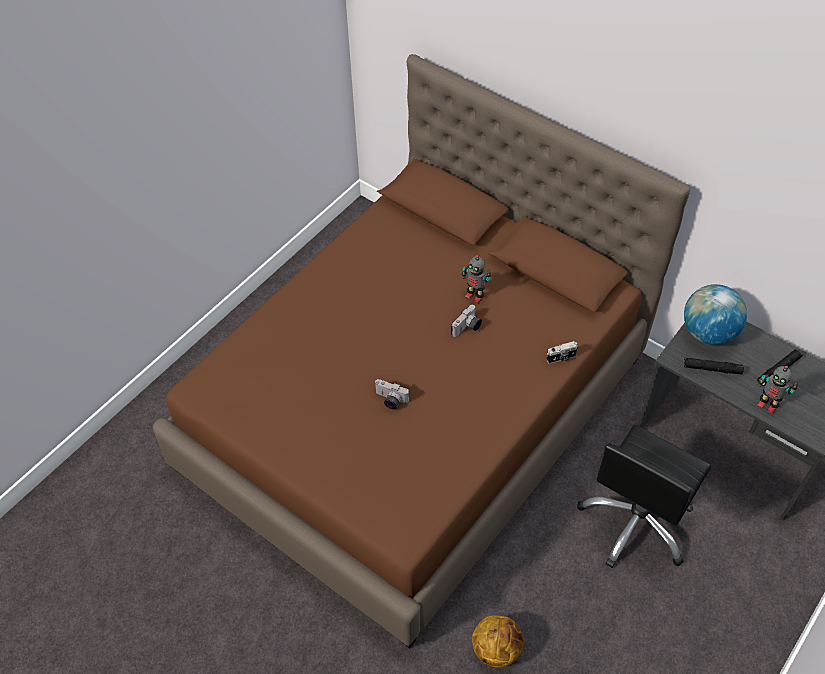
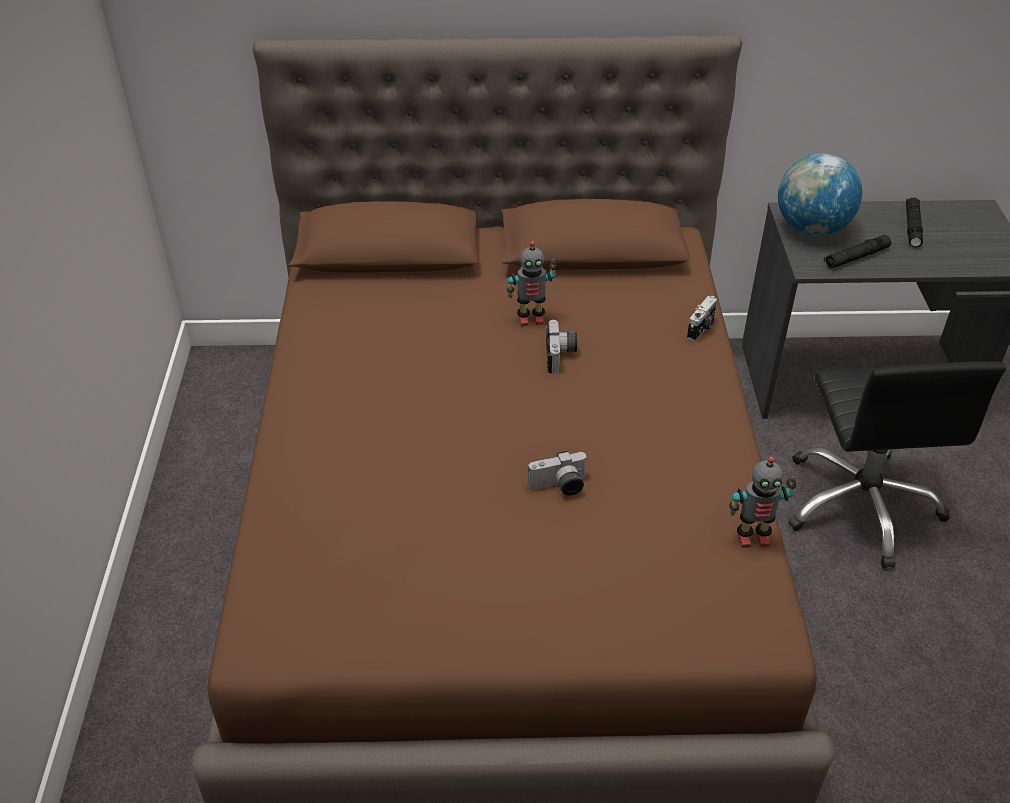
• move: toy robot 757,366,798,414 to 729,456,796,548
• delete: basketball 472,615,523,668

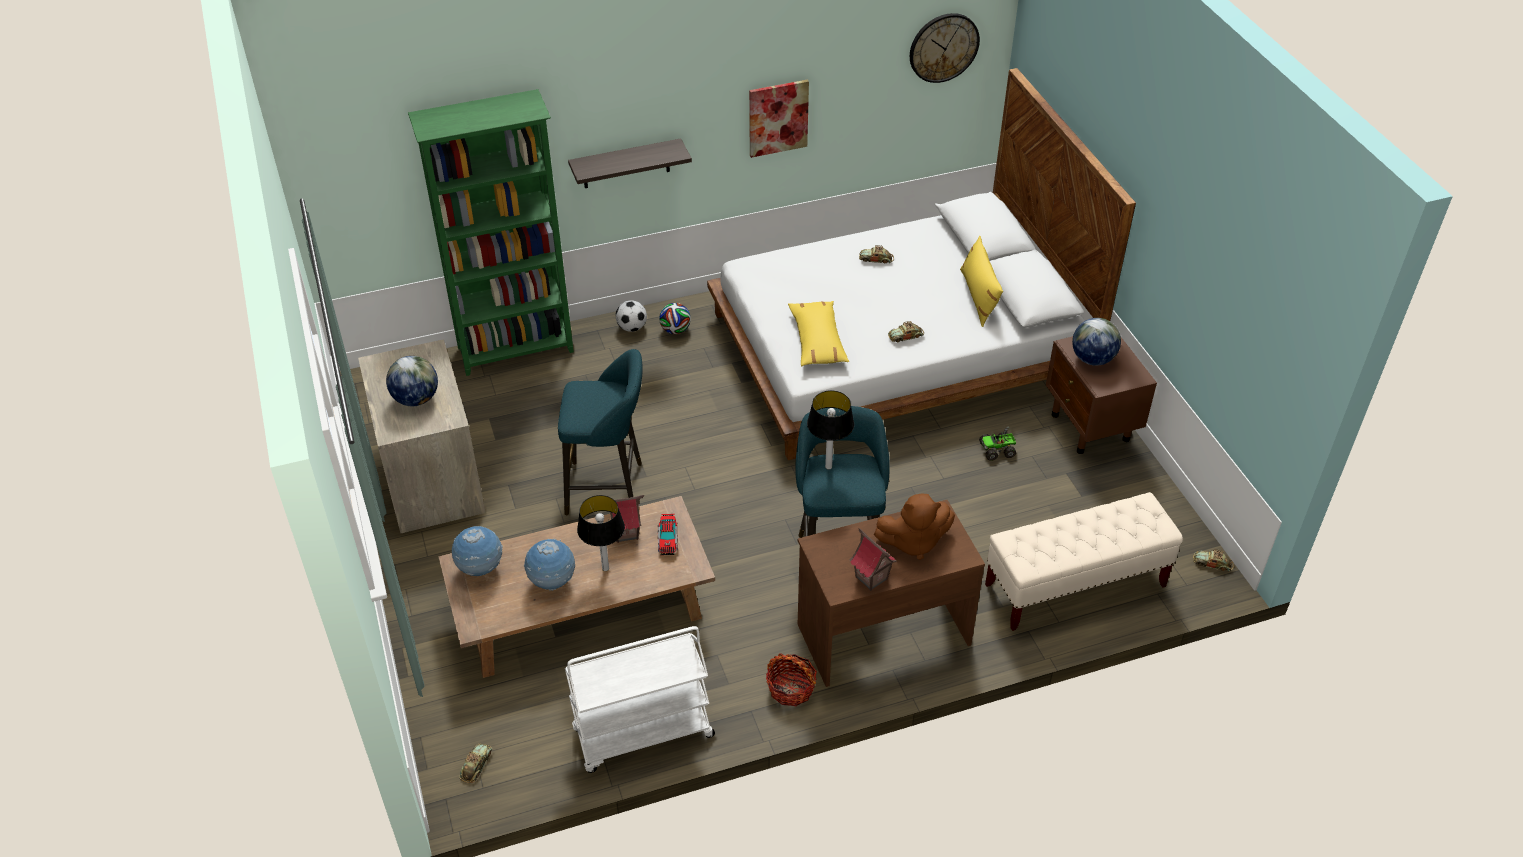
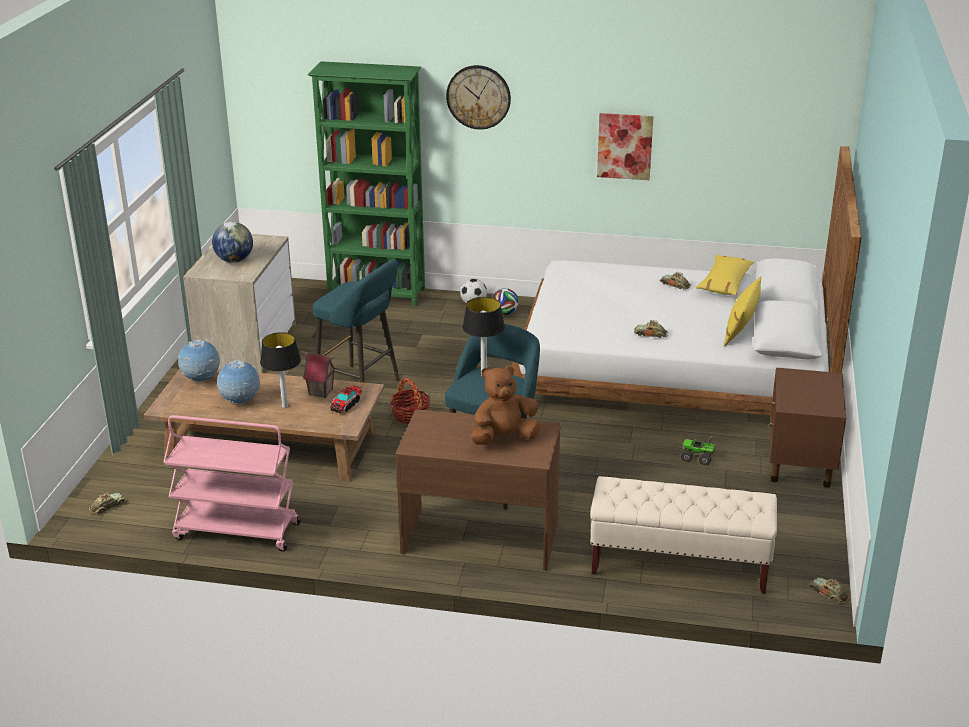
• recolor: cart (white) 565,626,715,773 to cart (pink) 163,415,301,551
• move: basket 766,653,817,706 to 391,378,430,424
• move: wall clock 910,13,980,83 to 446,65,511,130
• rotate: plush toy (brown) 874,493,955,560 = 471,365,540,445 135 degrees clockwise
• move: pillow (yellow) 788,301,849,366 to 696,255,754,295
• delete: shelf 568,138,692,188
• delete: toy house 850,528,896,591
• delete: globe 1072,318,1121,366

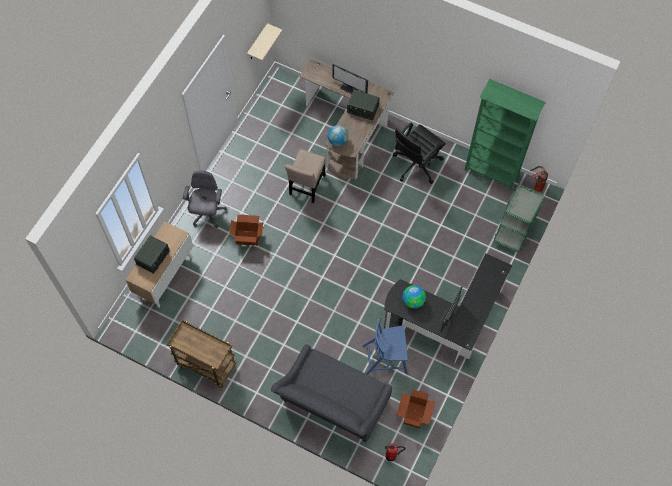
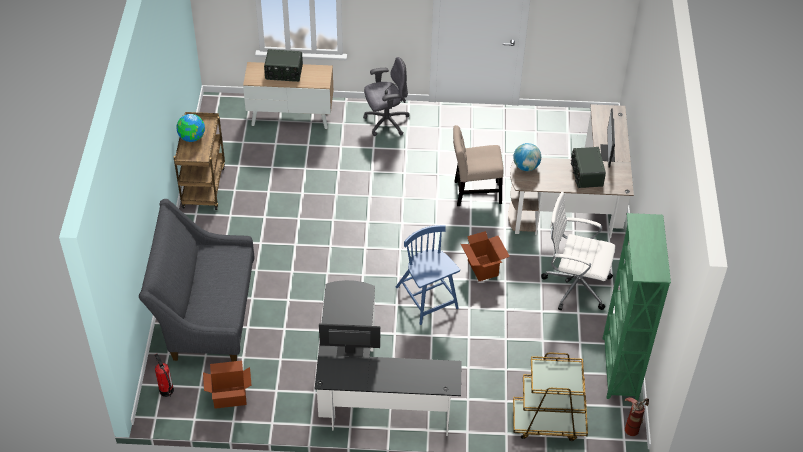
• move: globe 403,285,426,308 to 176,114,205,142
• move: chair (blue) 363,318,408,375 to 396,225,460,325
• move: cardboard box 229,214,263,246 to 461,231,510,281
• recolor: cart (green) 494,184,544,253 to cart (brown) 513,352,588,441
• recolor: office chair (black) 393,123,446,184 to office chair (white) 541,192,615,310
• delete: shelf (beige) 247,23,283,61

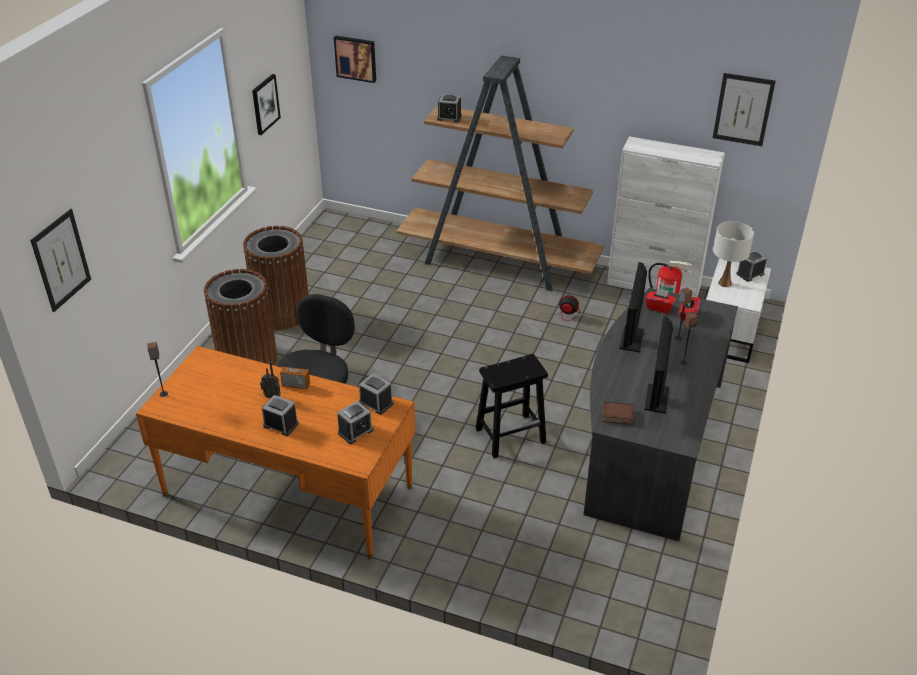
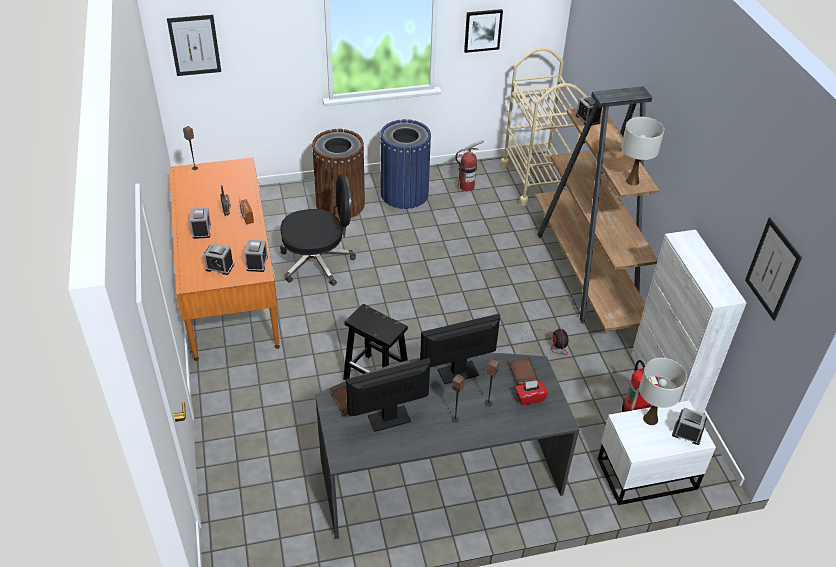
• recolor: trash can (brown) 243,226,309,330 to trash can (blue) 380,119,431,209
• insert: fire extinguisher 455,140,484,191
• insert: cart (beige) 501,48,587,206
• replace: tissue box (red) 646,288,676,314 to book 510,358,538,386
• insert: table lamp (white) 621,117,664,186
• delete: picture 334,36,376,83

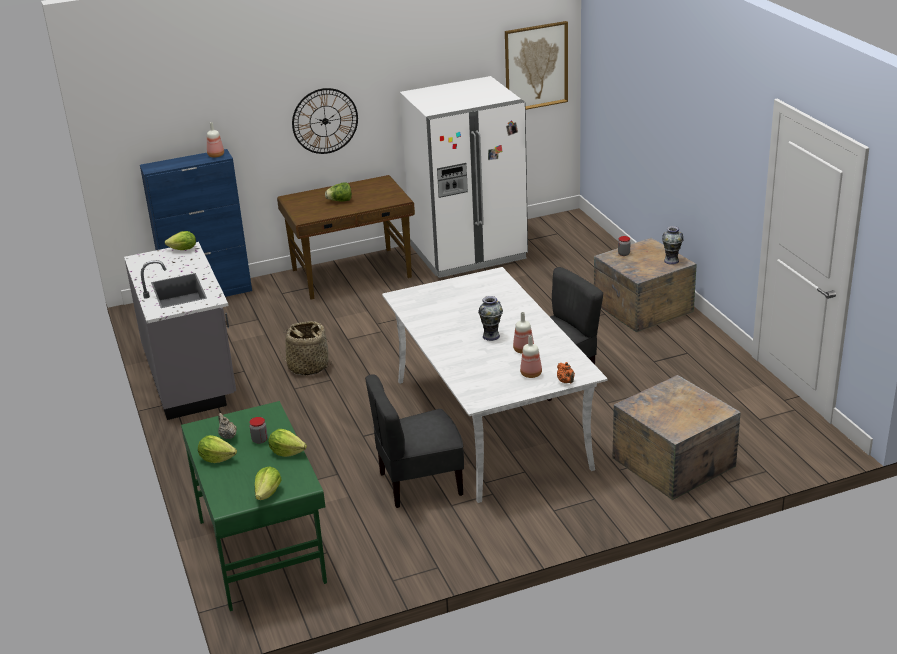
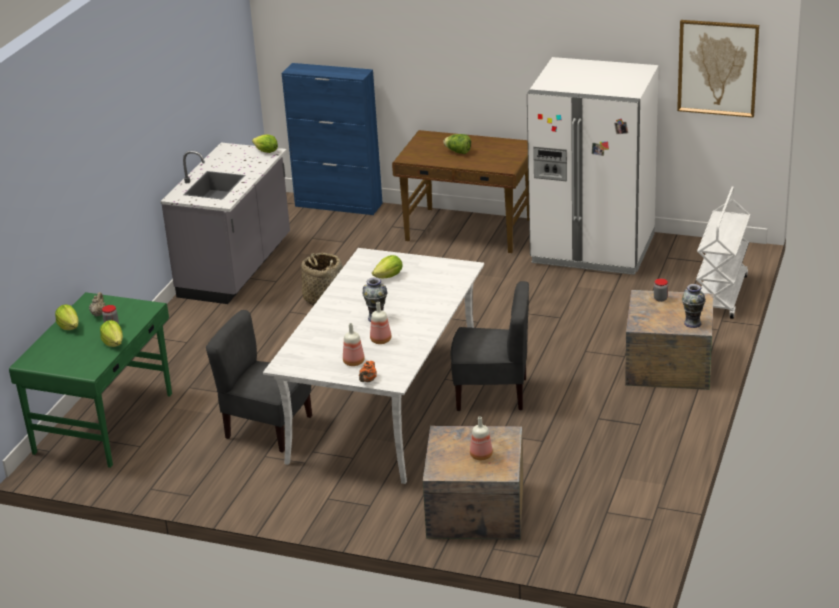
• move: lettuce 255,467,282,500 to 372,255,403,279
• move: bottle 207,122,224,158 to 470,416,493,460
• insert: cart (white) 696,187,750,319
• delete: wall clock 292,88,358,154

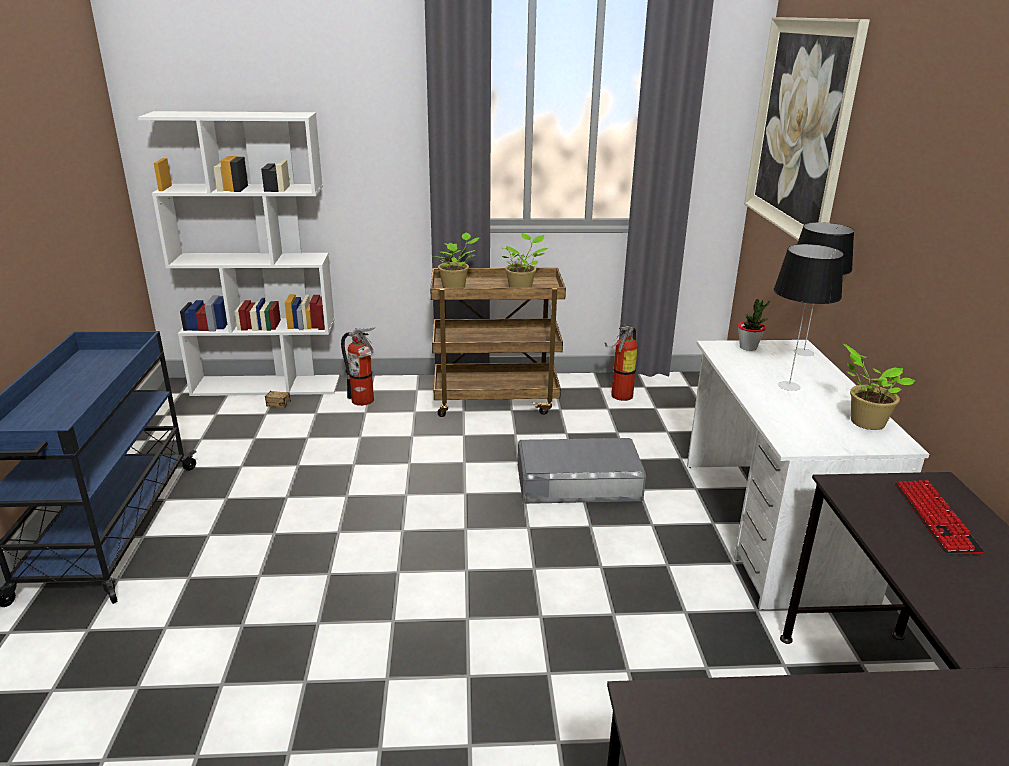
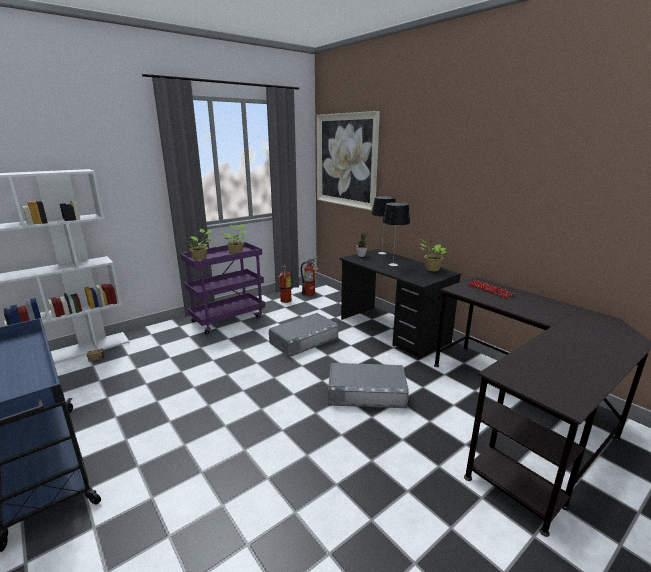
• recolor: cart (brown) 430,267,566,417 to cart (purple) 180,242,265,335
• move: fire extinguisher 341,328,374,406 to 301,257,320,296
• insert: storage box (grey) 328,363,409,408
• recolor: desk (white) 687,340,929,610 to desk (black) 340,249,461,360

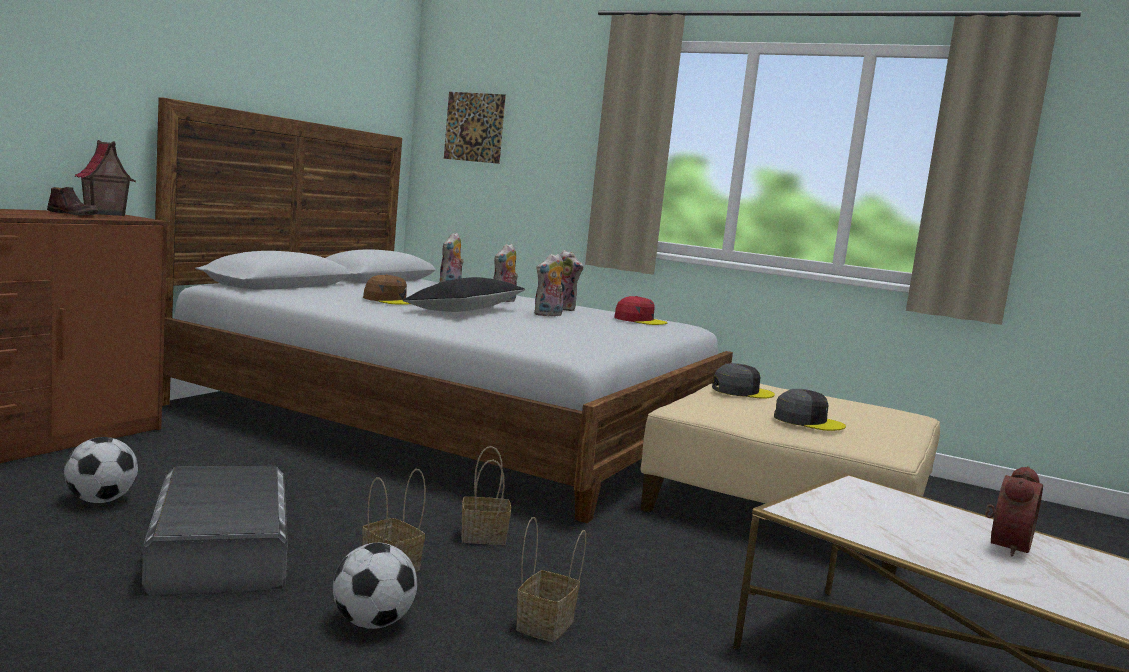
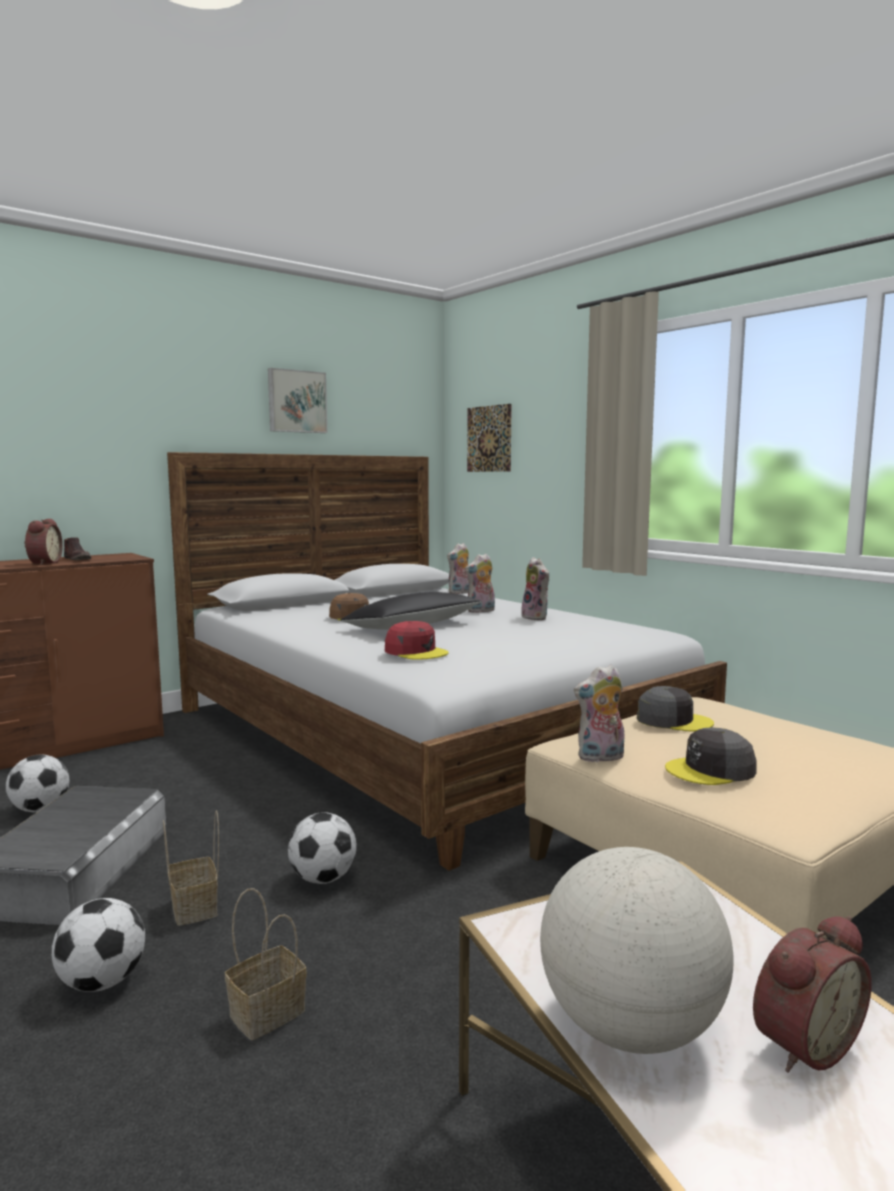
• insert: alarm clock 24,519,63,565
• insert: picture 268,368,327,433
• replace: basket 461,446,511,545 to football 288,812,357,884
• move: cap (red) 614,296,668,325 to 385,621,449,660
• insert: globe 540,847,733,1054
• move: plush toy 534,254,564,316 to 574,665,624,763
• rotate: cap (grey) 774,389,846,431 = 665,727,756,785 120 degrees clockwise
• delete: toy house 74,140,136,216

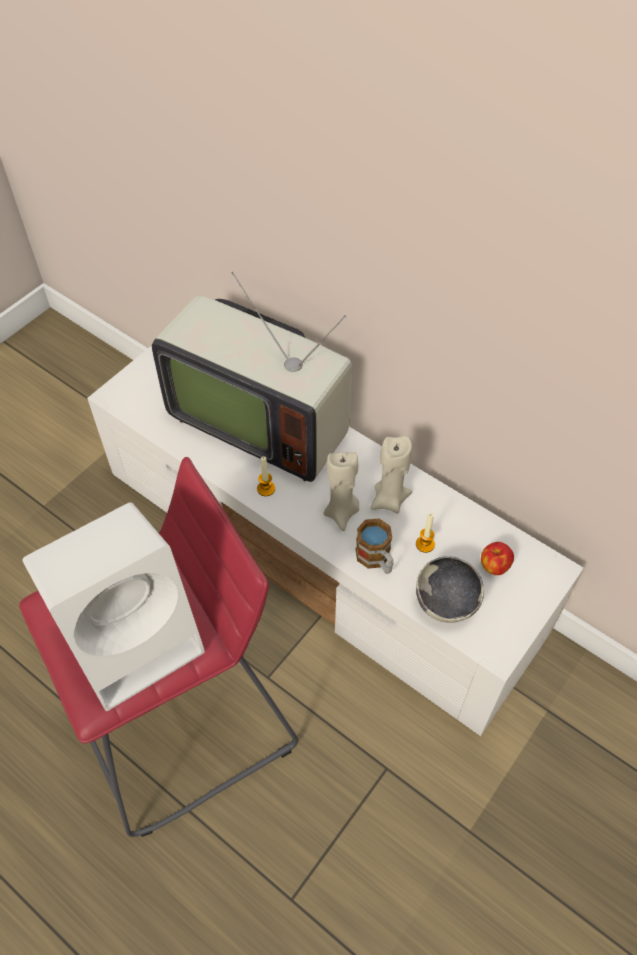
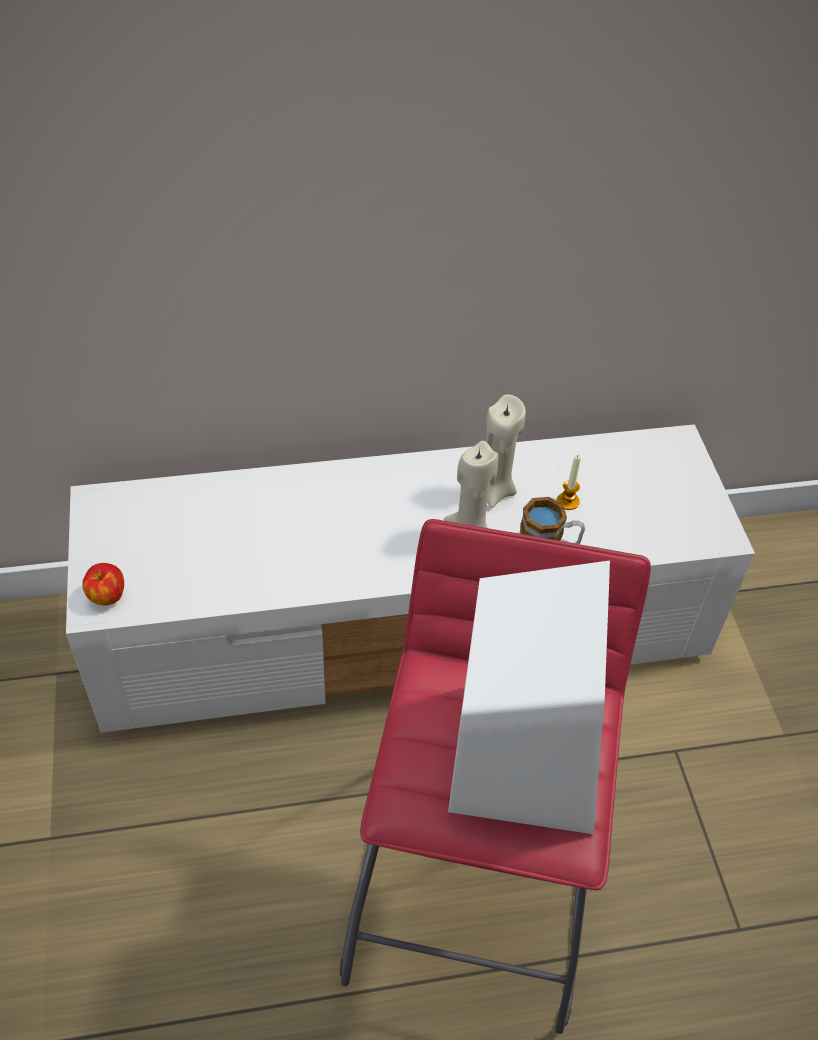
• move: apple 481,542,514,575 to 82,563,124,605
• delete: television 152,272,352,482
• delete: candle 257,456,275,496
• delete: bowl 416,556,484,623

